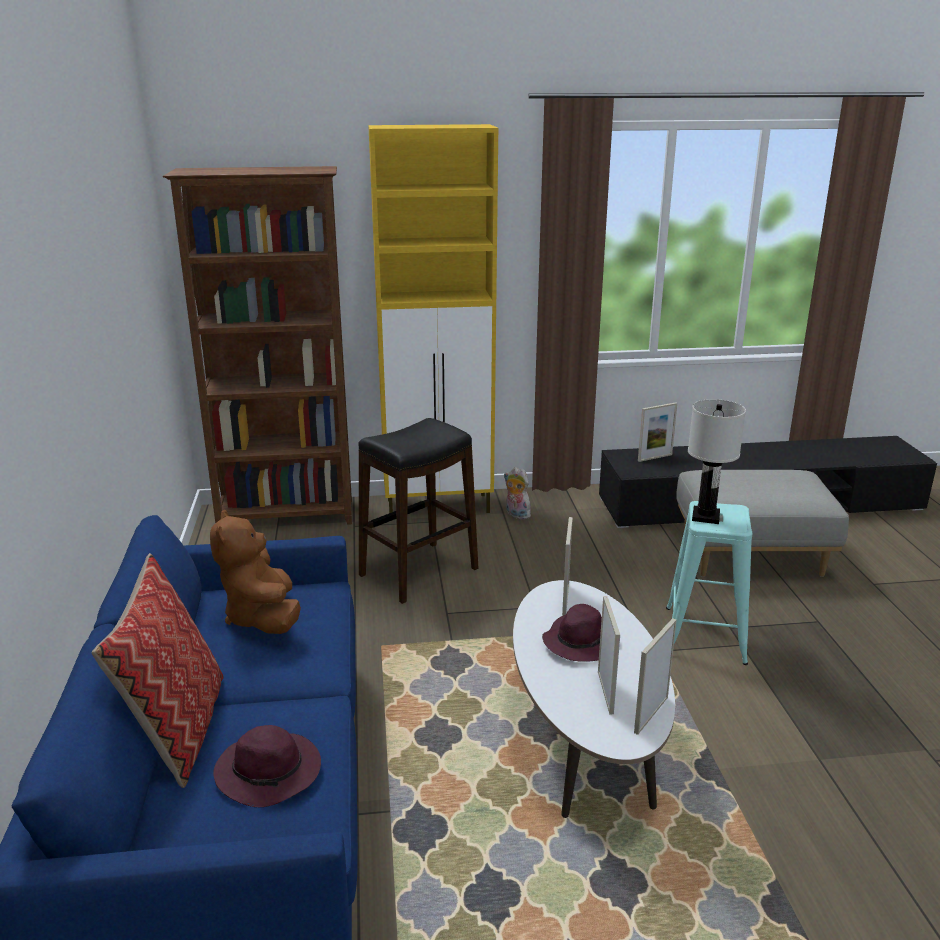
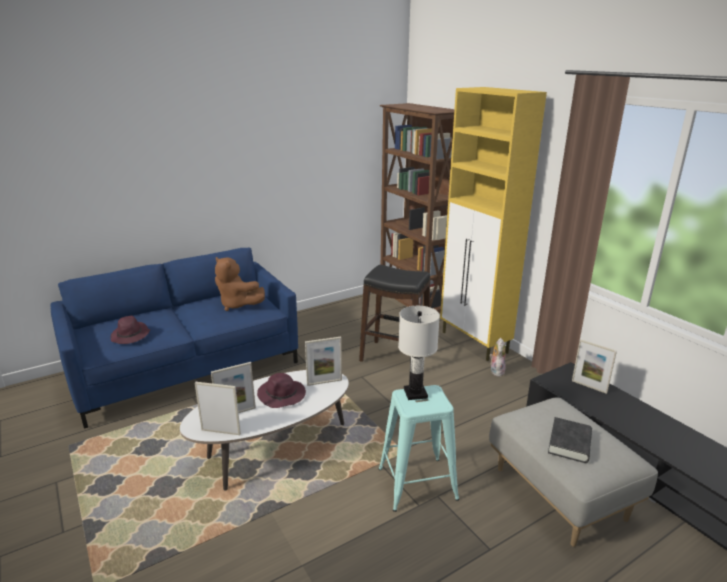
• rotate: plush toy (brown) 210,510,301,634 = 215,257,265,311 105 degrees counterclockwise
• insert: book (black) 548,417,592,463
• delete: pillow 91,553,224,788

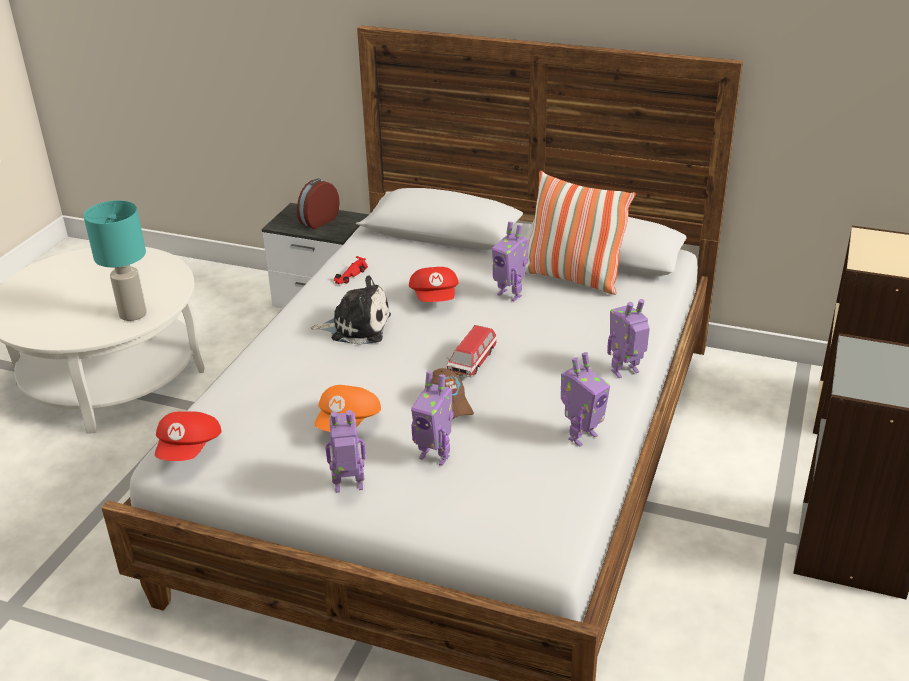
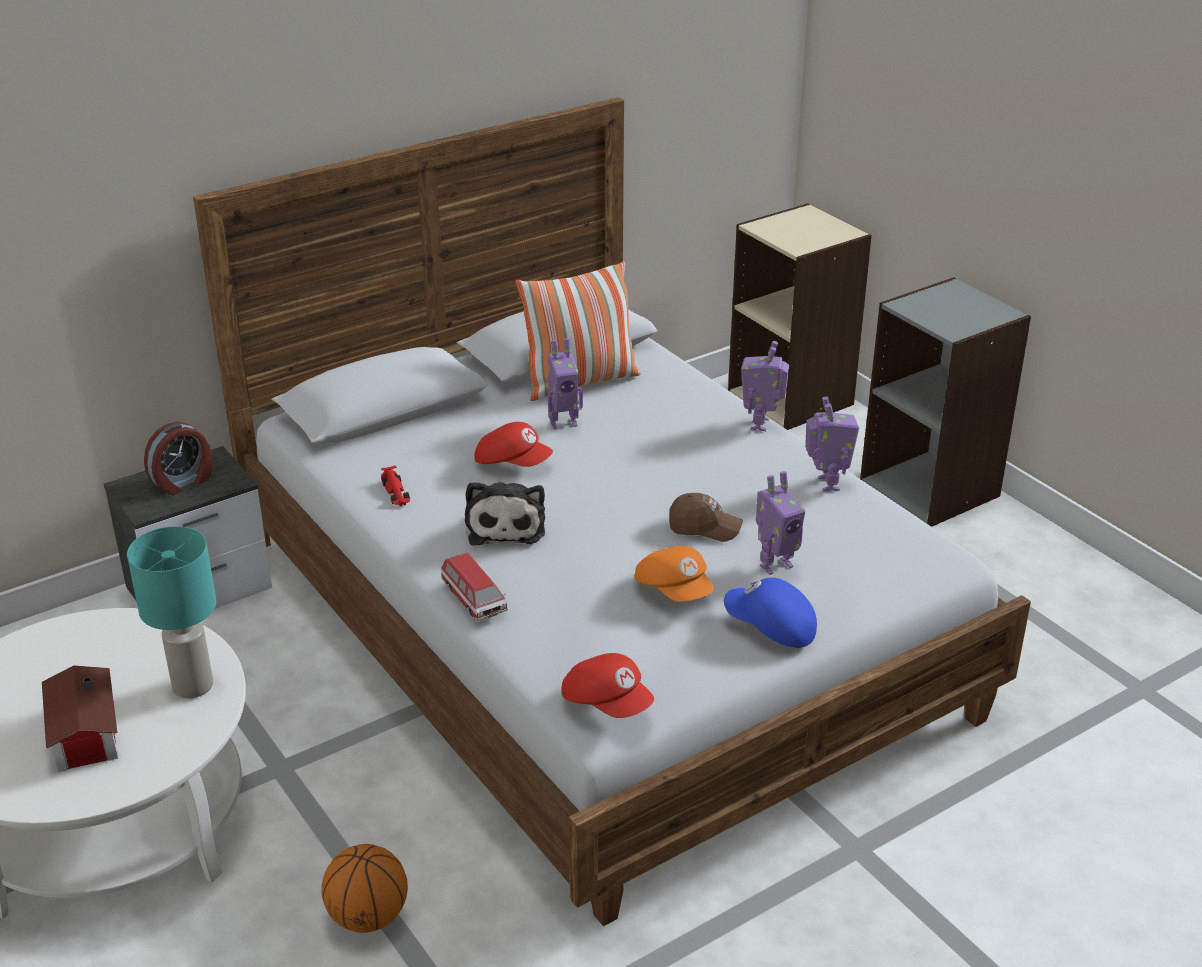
• insert: toy house 42,665,118,772
• rotate: alarm clock 297,178,340,229 = 144,422,212,495 120 degrees counterclockwise
• insert: basketball 321,844,408,933
• move: toy car 447,325,497,378 to 441,552,508,621
• rotate: plush toy 311,275,391,345 = 465,482,545,545 135 degrees clockwise
• replace: toy robot 325,410,366,493 to cap (blue) 724,578,817,648

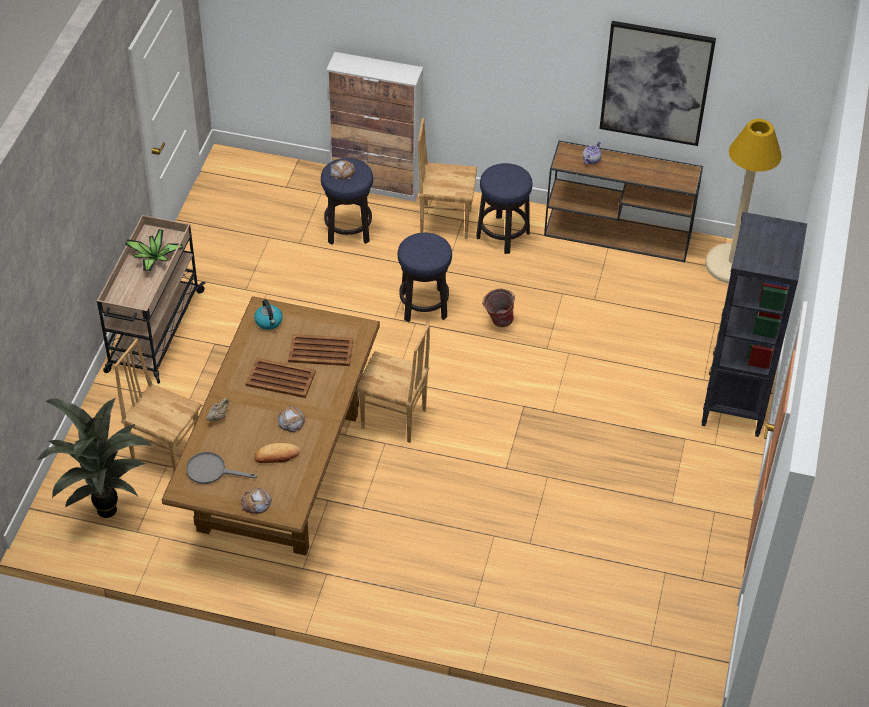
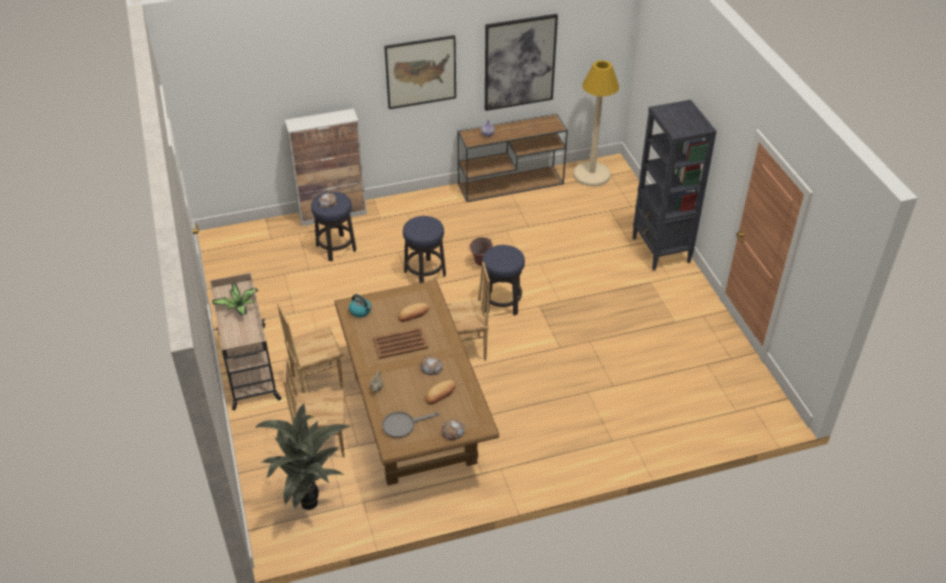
• move: chair (brown) 418,117,477,239 to 277,303,343,393
• insert: picture 384,35,456,109
• replace: tray (brown) 288,334,353,366 to bread 398,303,429,322
• move: stool 476,163,532,254 to 482,245,525,316

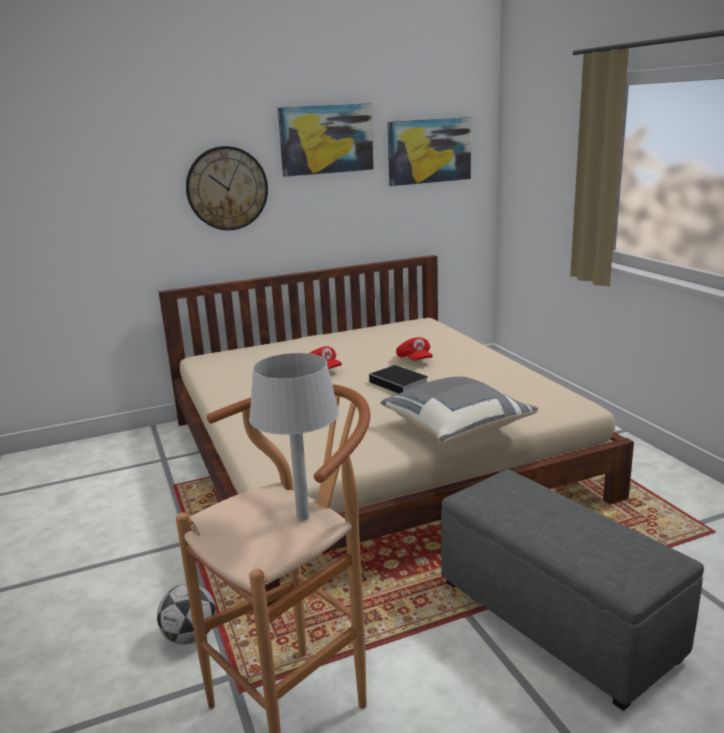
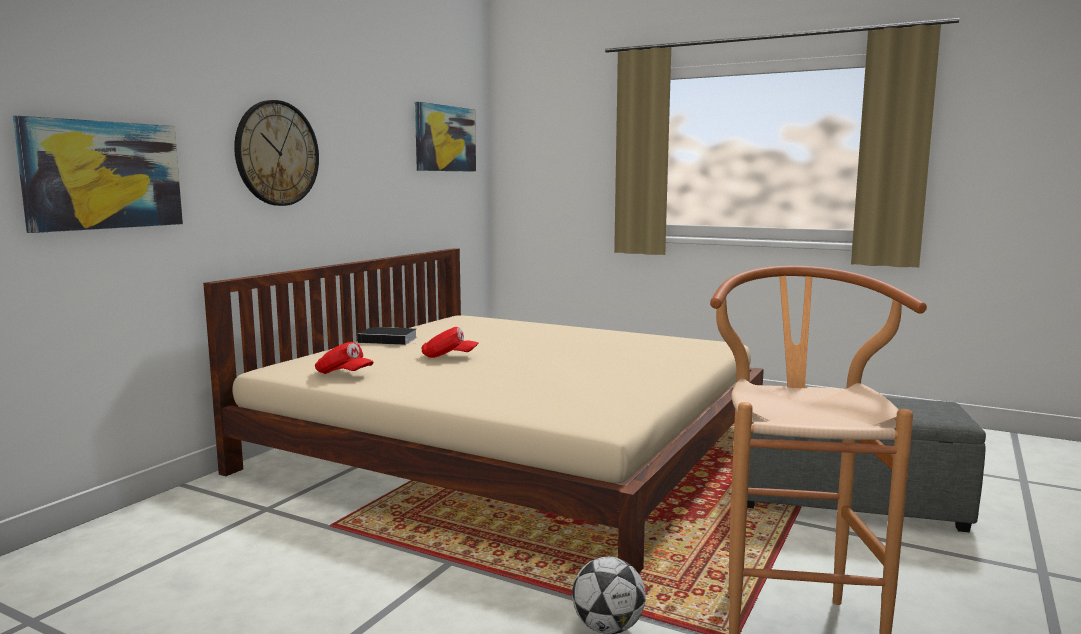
• move: picture 277,103,374,177 to 13,116,183,233
• move: cap (red) 396,337,433,361 to 315,342,374,374
• move: book 369,365,428,394 to 357,327,417,345
• delete: table lamp (grey) 249,353,339,520
• delete: pillow (grey) 381,376,538,444

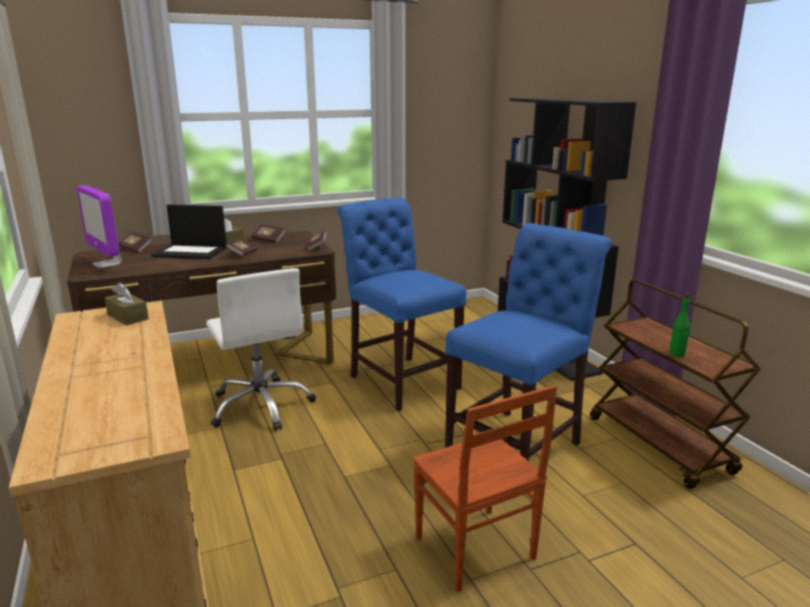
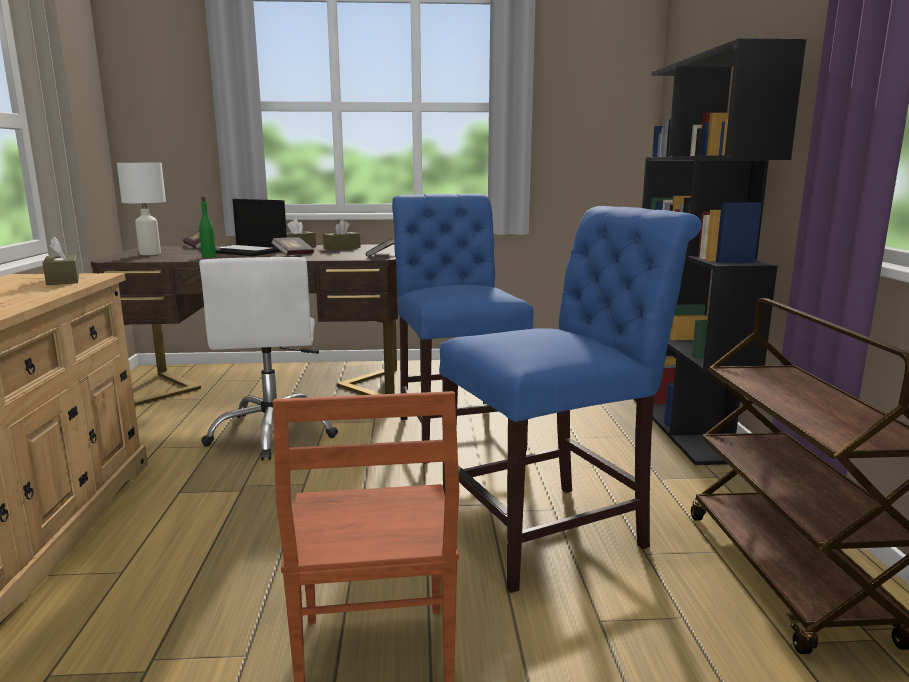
• replace: monitor 76,185,122,268 to table lamp (white) 117,163,166,255
• move: bottle (green) 669,293,690,357 to 199,196,216,258
• replace: book 251,224,286,243 to tissue box (brown) 323,220,360,250

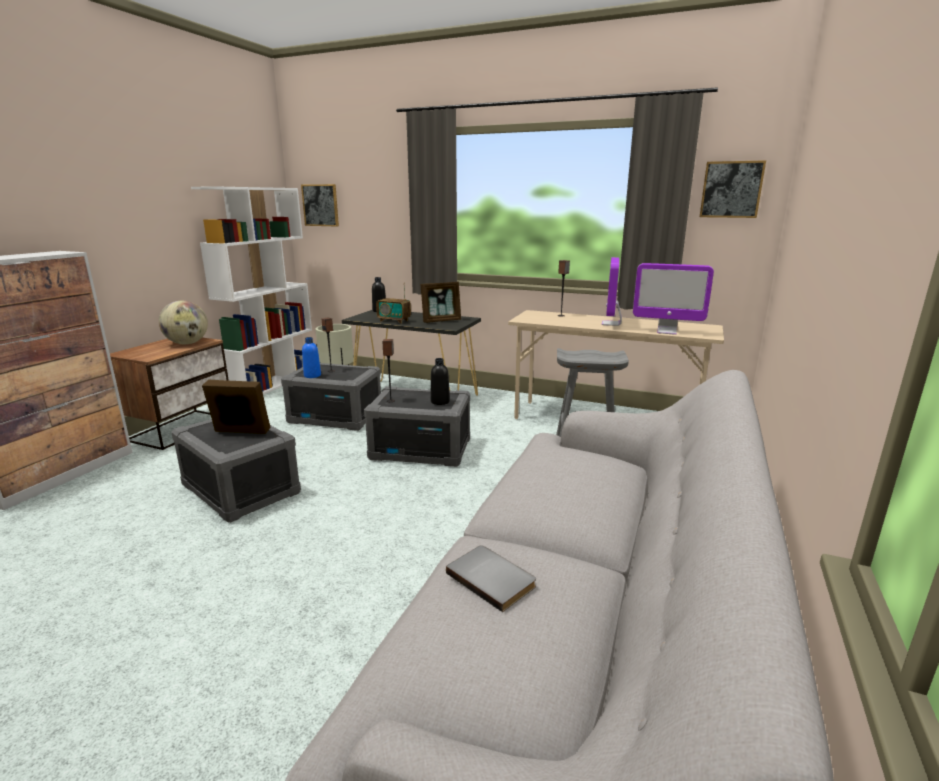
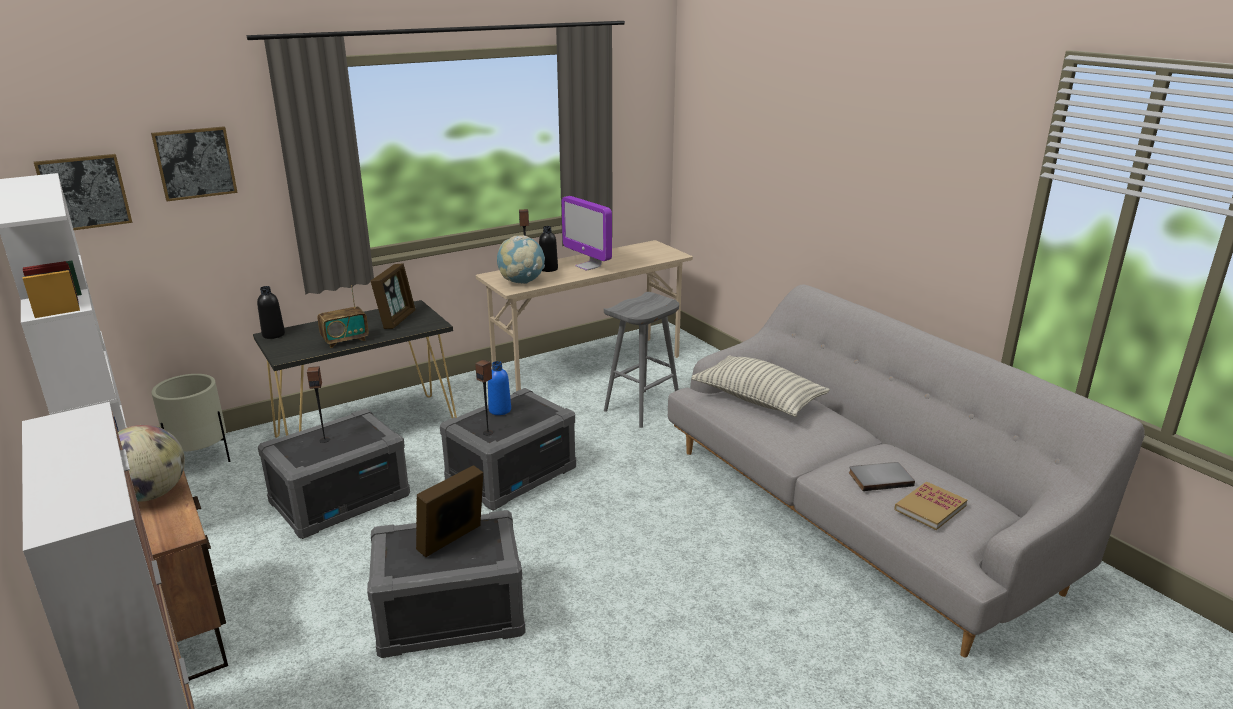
• move: picture 700,160,766,218 to 151,126,238,201
• move: bottle (blue) 302,337,321,378 to 488,361,511,415
• insert: globe 497,235,545,284
• move: bottle (black) 431,358,450,405 to 539,226,558,272
• insert: pillow 691,356,830,417
• insert: book 894,482,967,530
• delete: monitor 633,263,714,335

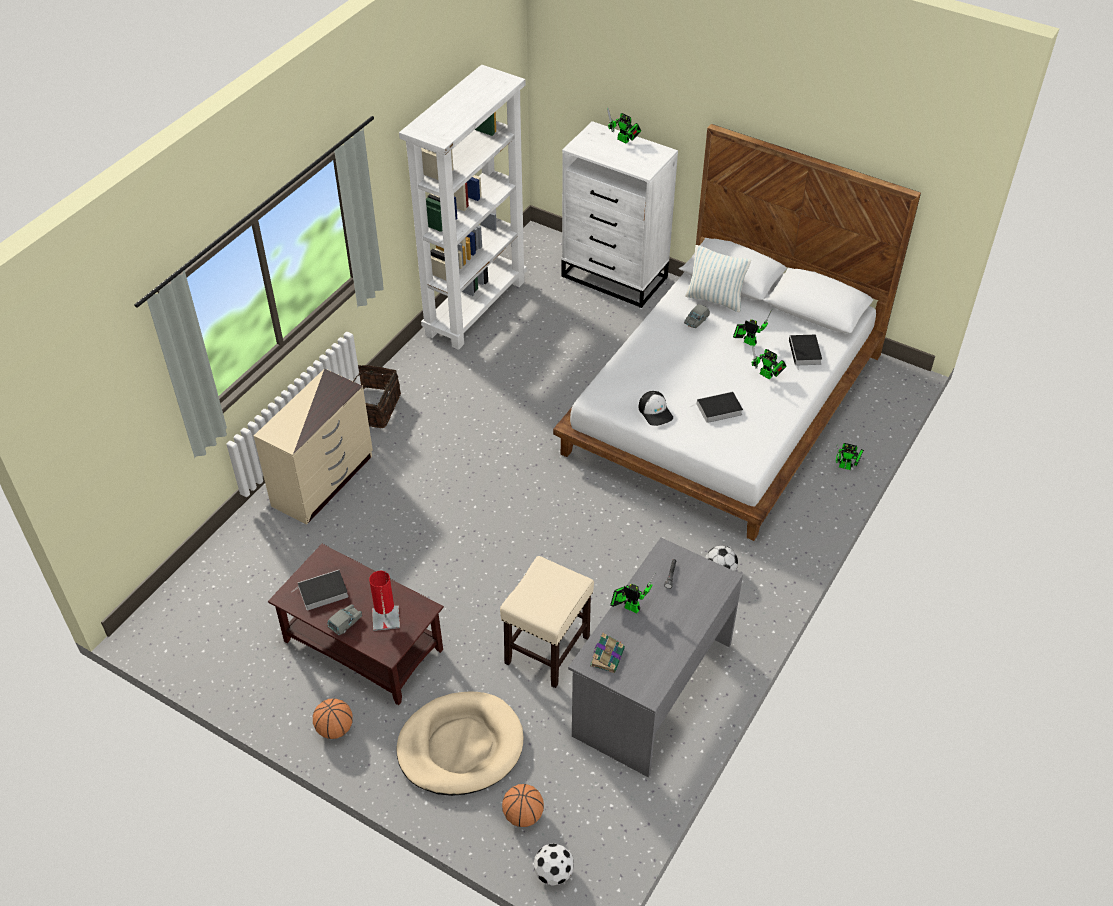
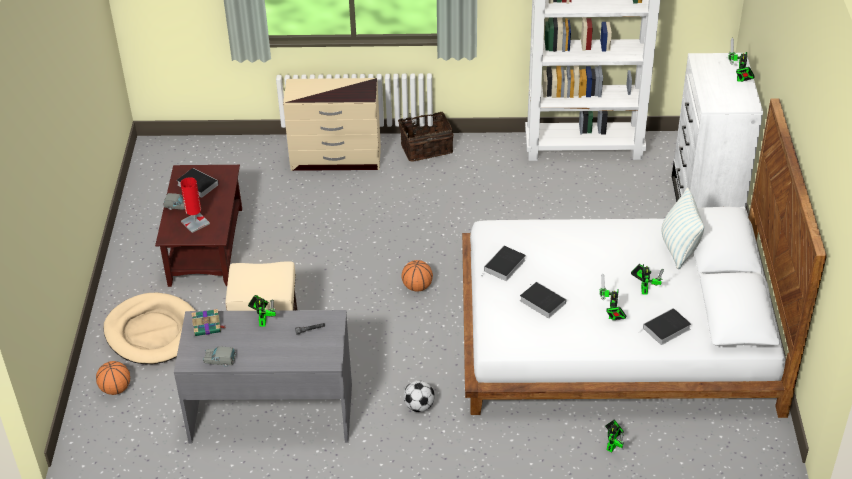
• move: toy car (grey) 684,304,710,328 to 203,347,236,367
• move: basketball 313,698,353,739 to 401,260,433,292
• replace: cap 638,391,673,426 to book 482,246,526,281
• rotate: toy robot 836,443,864,470 = 605,420,624,452 135 degrees counterclockwise
• delete: football 534,843,574,886

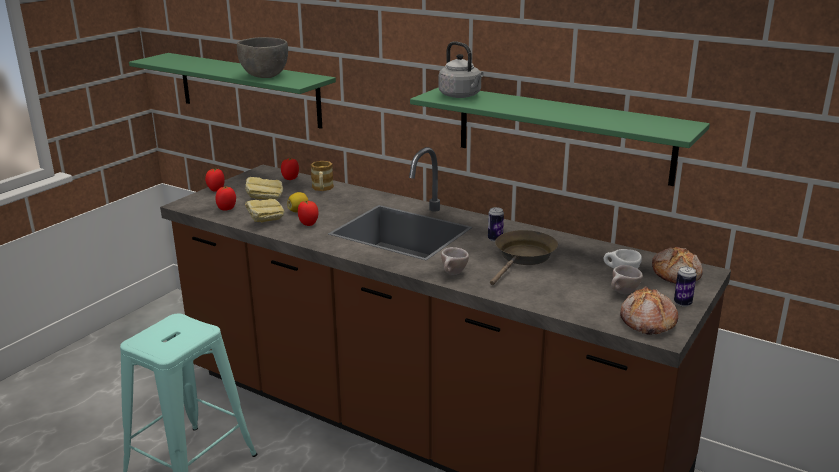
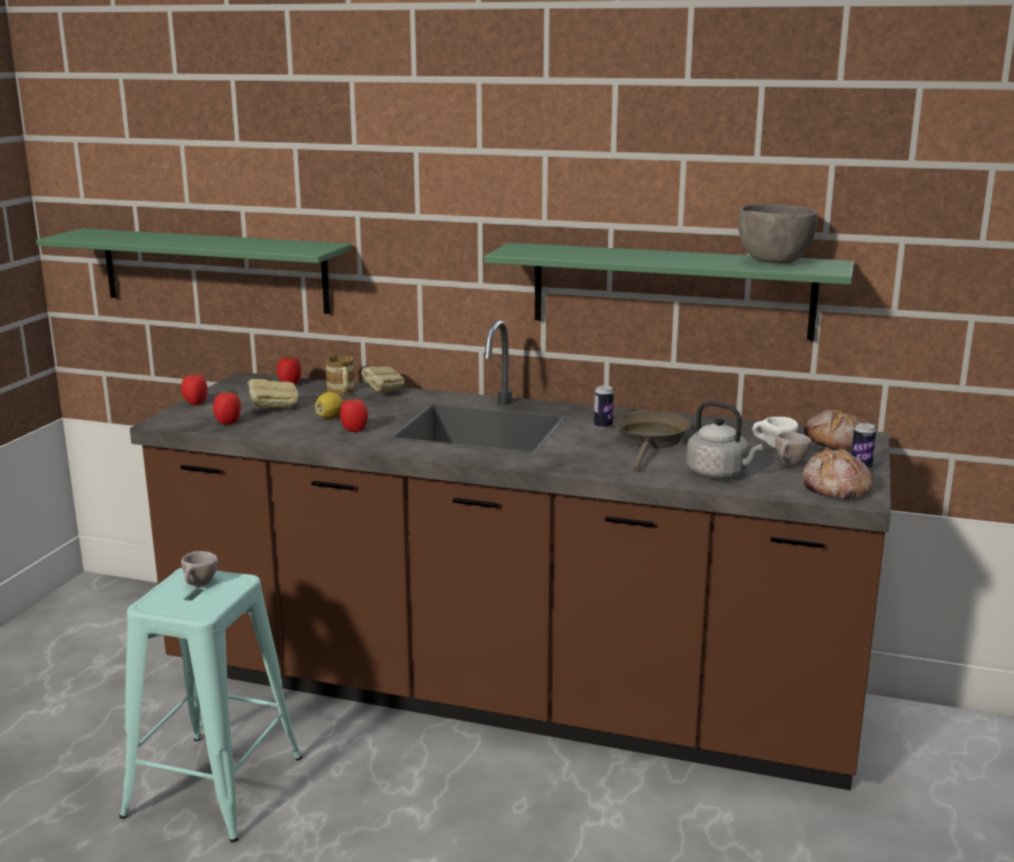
• move: cup (beige) 441,247,469,275 to 181,551,218,587
• move: bread 245,199,284,222 to 361,366,405,393
• move: kettle (grey) 439,41,484,98 to 686,401,763,479
• move: bowl (grey) 237,37,288,78 to 738,204,817,264

